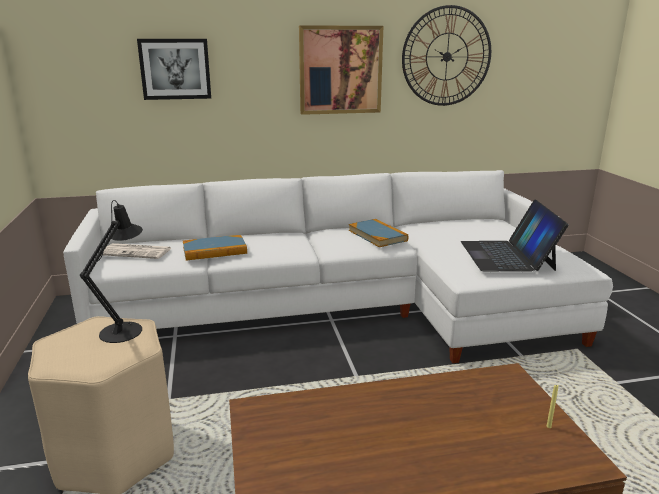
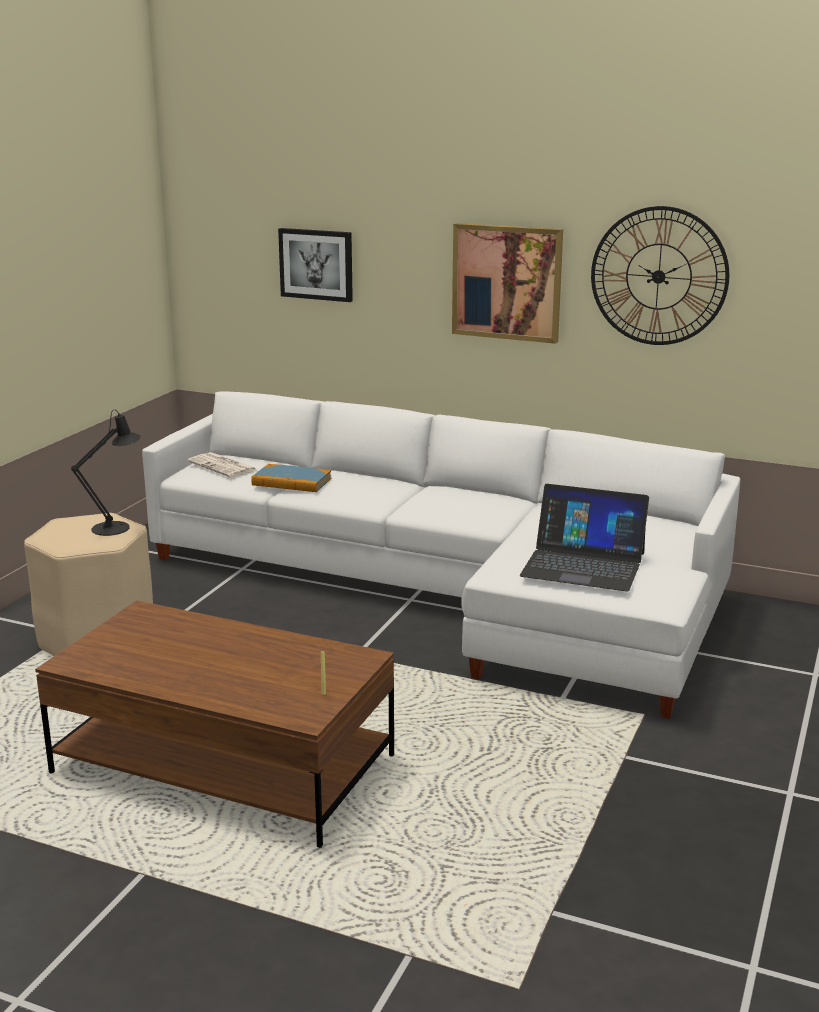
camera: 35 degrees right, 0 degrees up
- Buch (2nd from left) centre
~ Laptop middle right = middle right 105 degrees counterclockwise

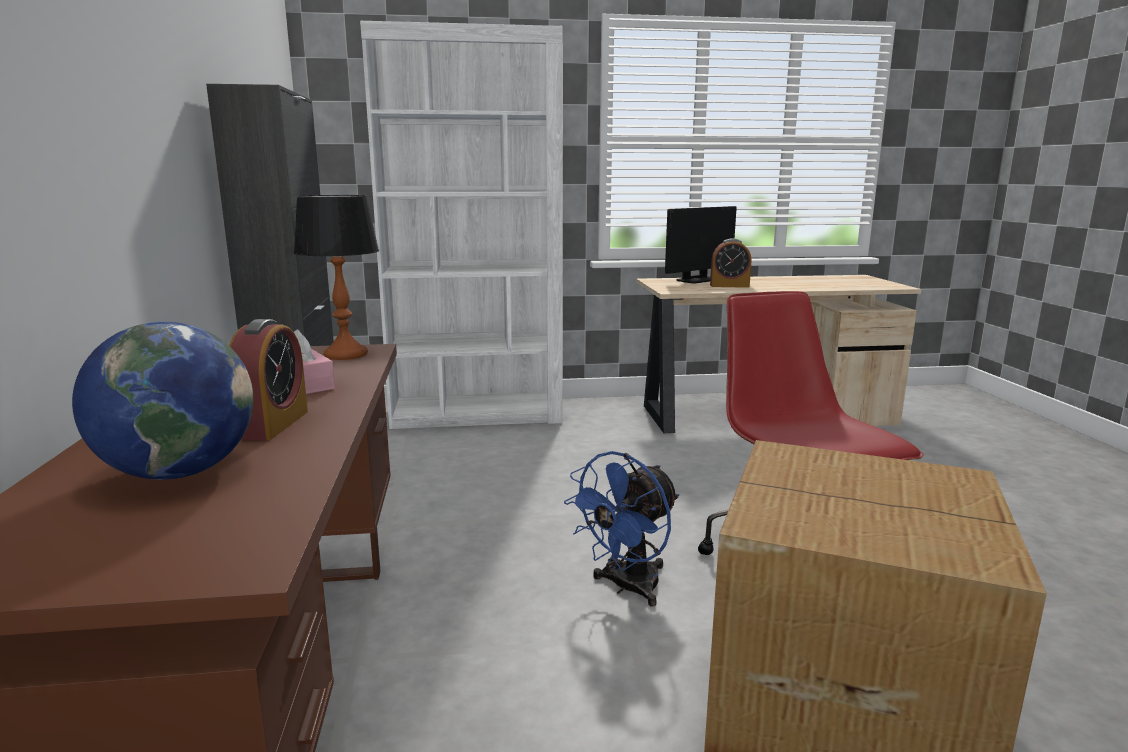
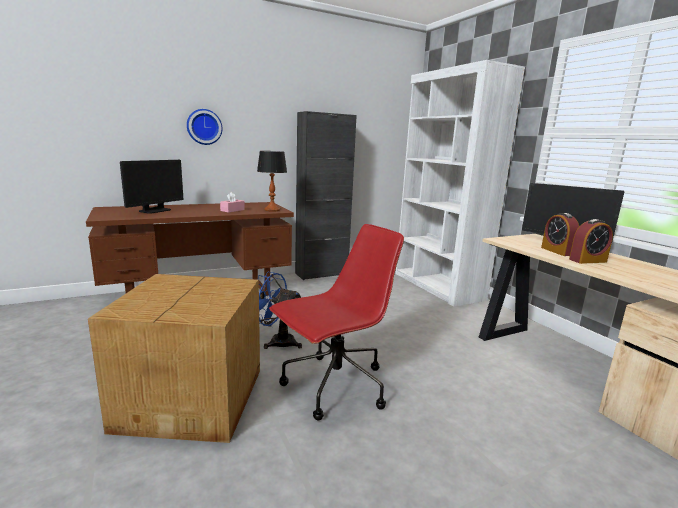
camera: 70 degrees right, 0 degrees up
~ Globus middle left to Monitor (1st from left) middle left
~ Wecker (1st from left in the first image) middle left to Wecker (2nd from left) middle right
+ Wanduhr top left

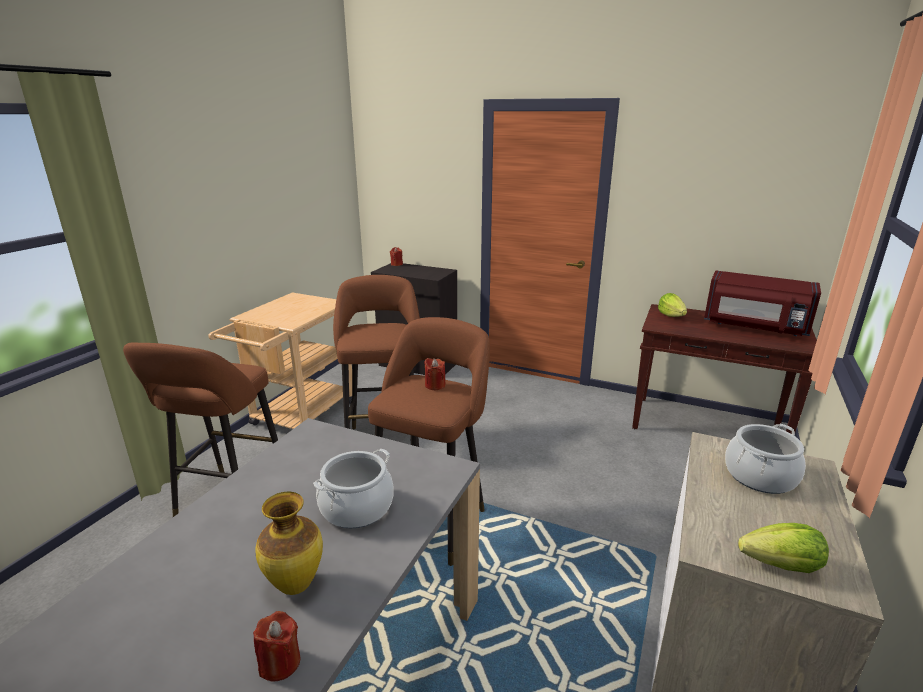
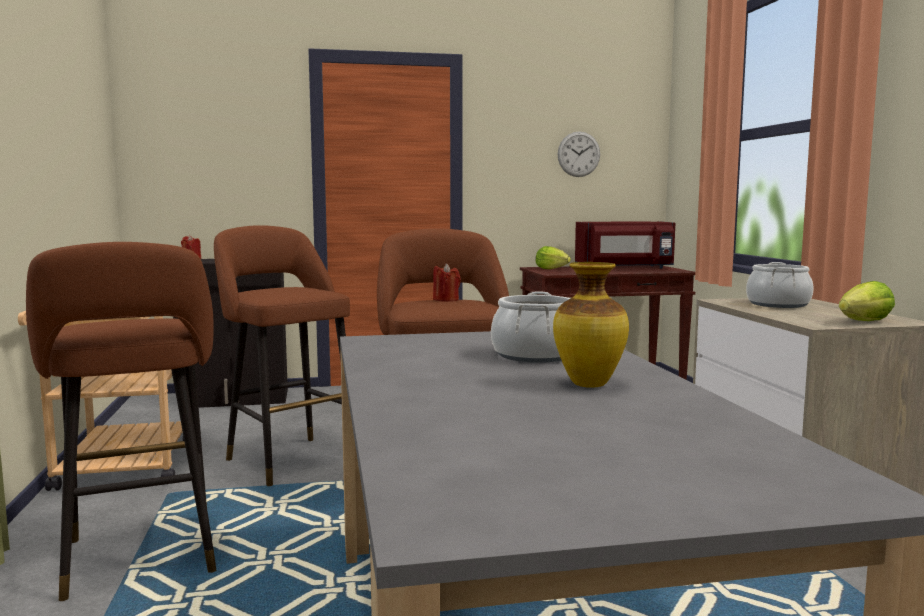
camera: 35 degrees left, 15 degrees down
- Kerze (rot) (1st from left) bottom left
+ Wanduhr top centre

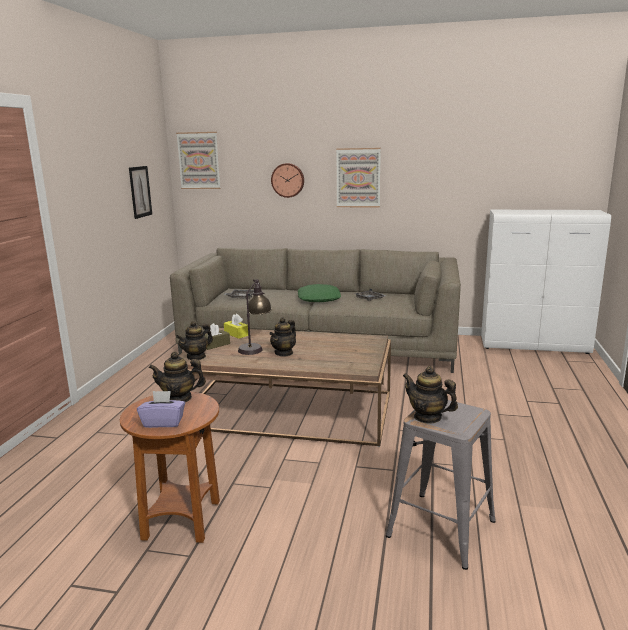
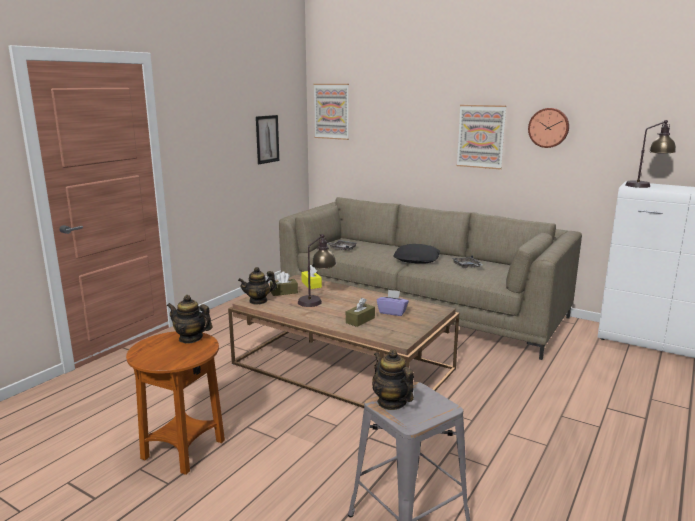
camera: 20 degrees right, 0 degrees up
~ Taschentuchbox (lila) middle left to centre
- Teekanne (3rd from left) centre
~ Wanduhr top centre to top right
~ Kissen (grün) centre to Kissen (schwarz) centre
+ Taschentuchbox (braun) (2nd from left) centre
+ Tischlampe (2nd from left) top right

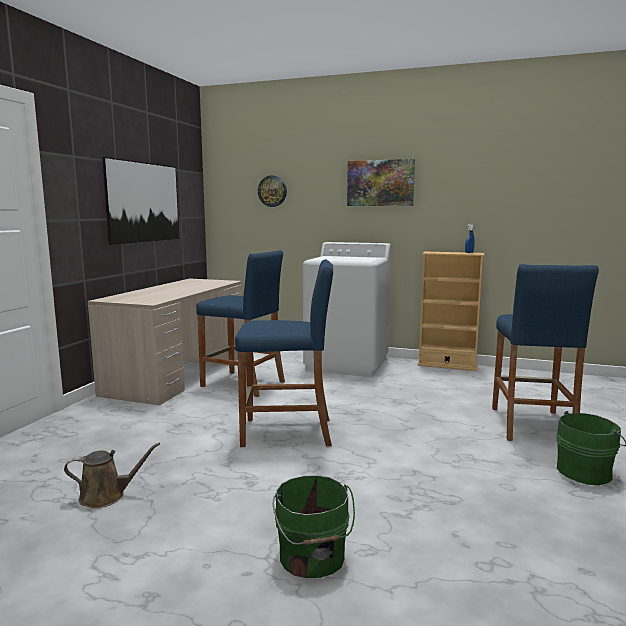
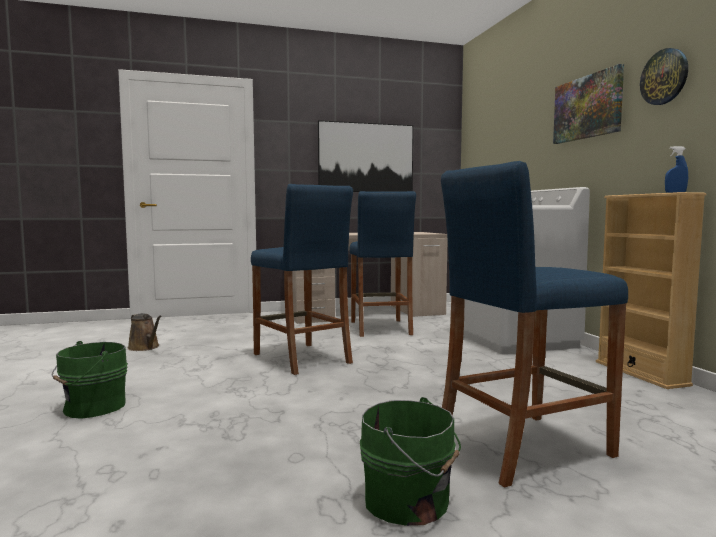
camera: 55 degrees right, 5 degrees down
~ Wanduhr top centre to top right

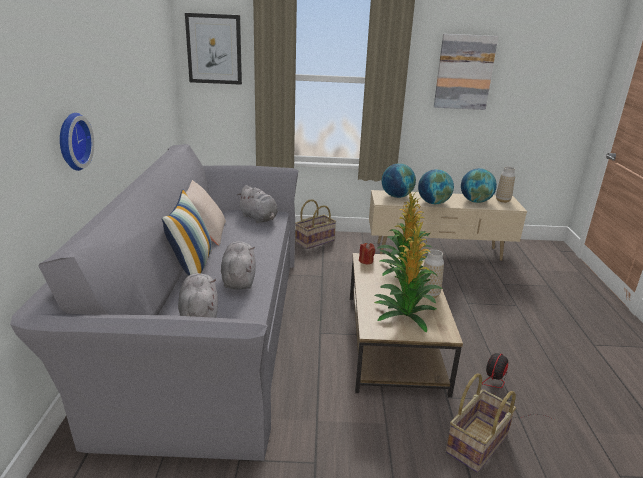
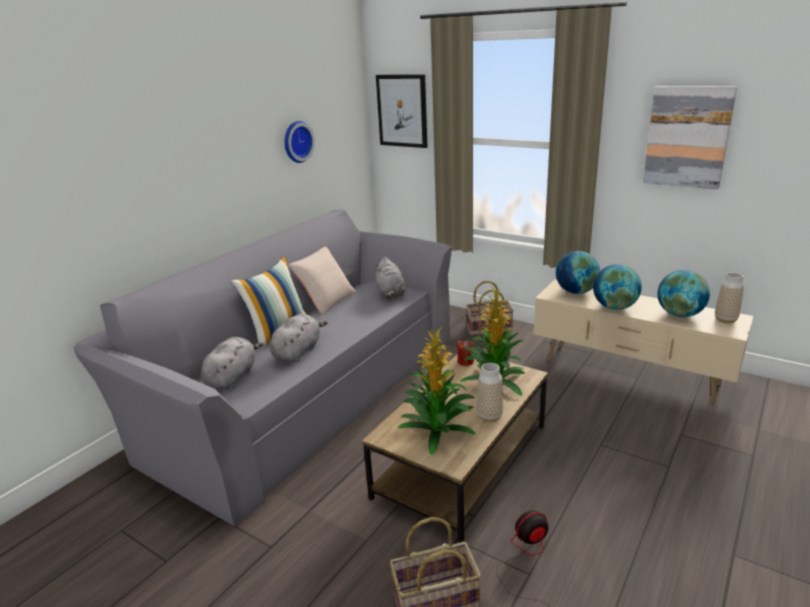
camera: 35 degrees right, 0 degrees up
~ Wanduhr top left to top centre

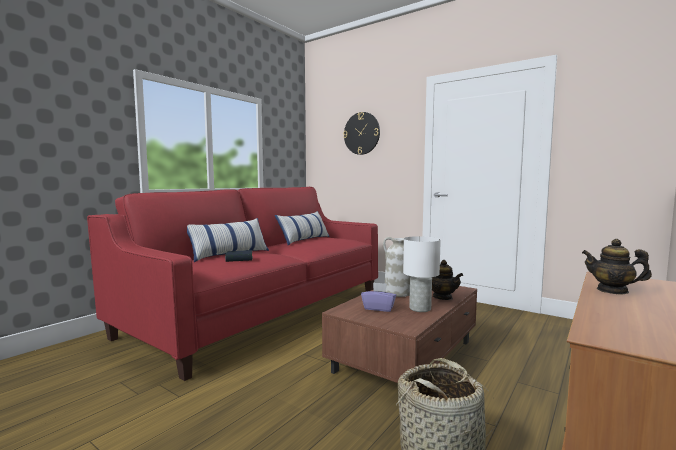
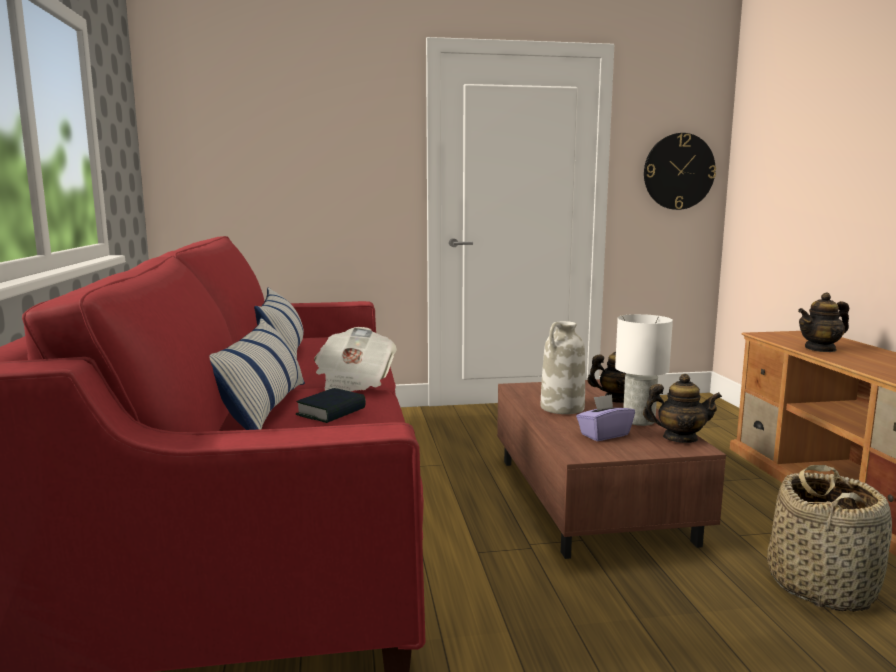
camera: 45 degrees left, 5 degrees up
~ Wanduhr top centre to top right
+ Zeitung centre
+ Teekanne (2nd from left) middle right

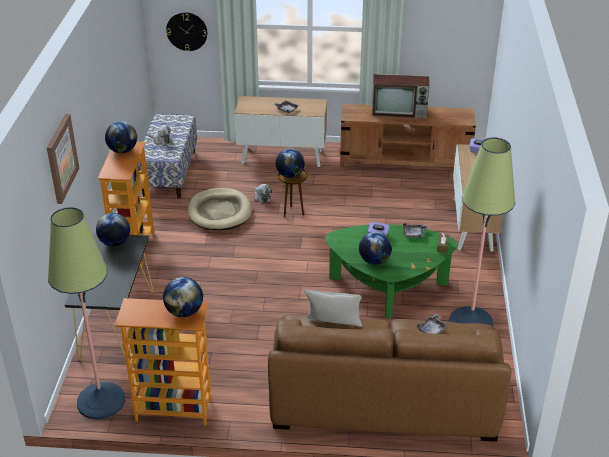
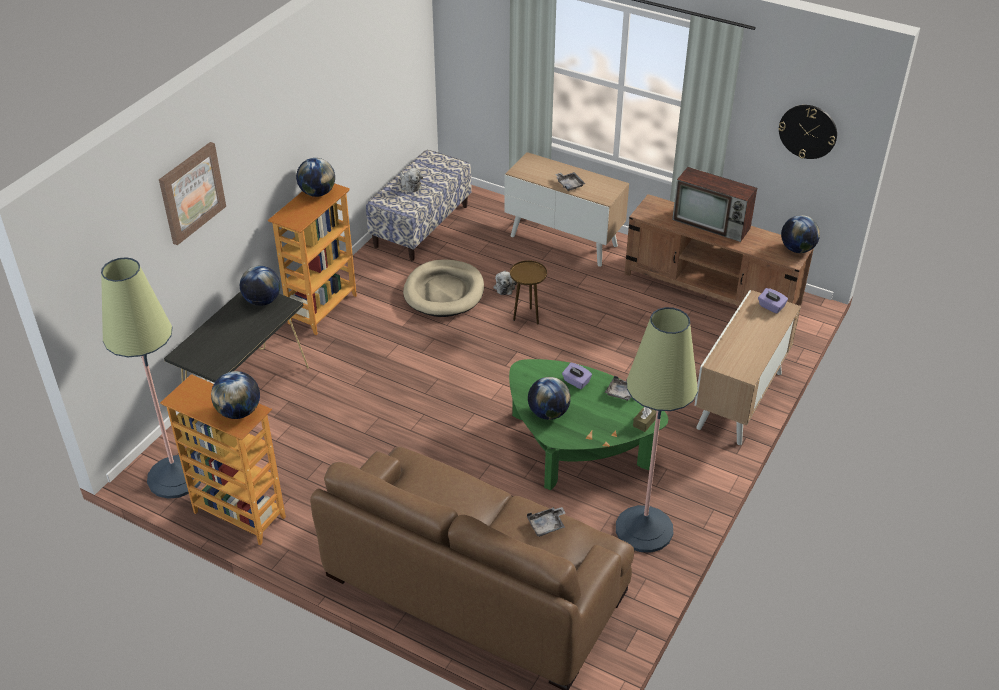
camera: 25 degrees right, 5 degrees up
~ Wanduhr top left to top right
~ Globus (4th from left in the first image) centre to Globus (5th from left) middle right
- Kissen (grau) bottom centre

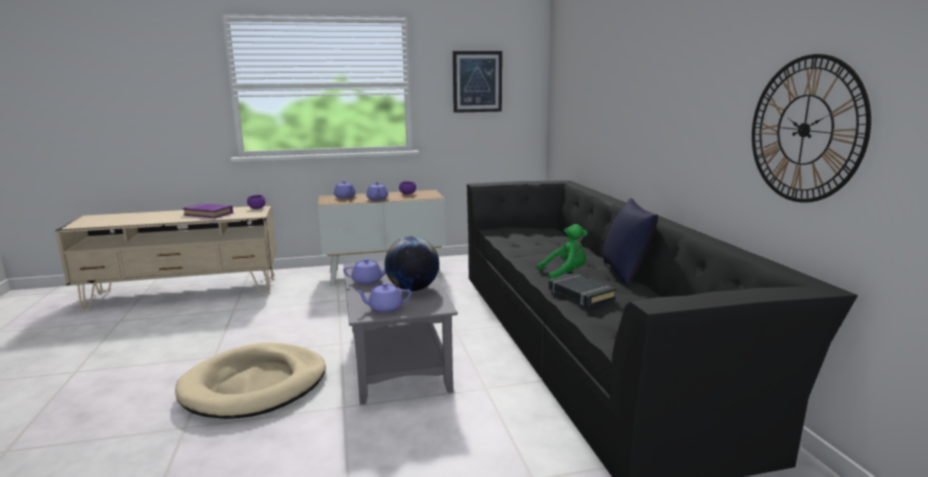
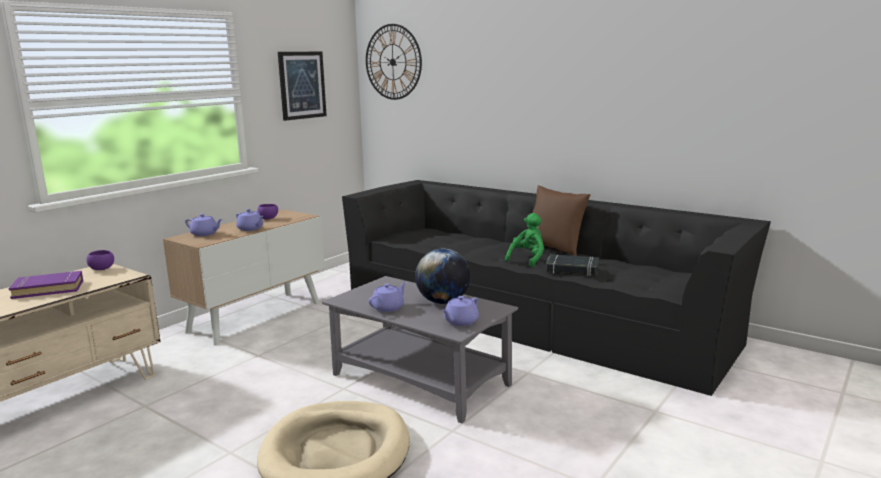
camera: 40 degrees left, 0 degrees up
~ Kissen (blau) middle right to Kissen (braun) centre
~ Wanduhr top right to top centre

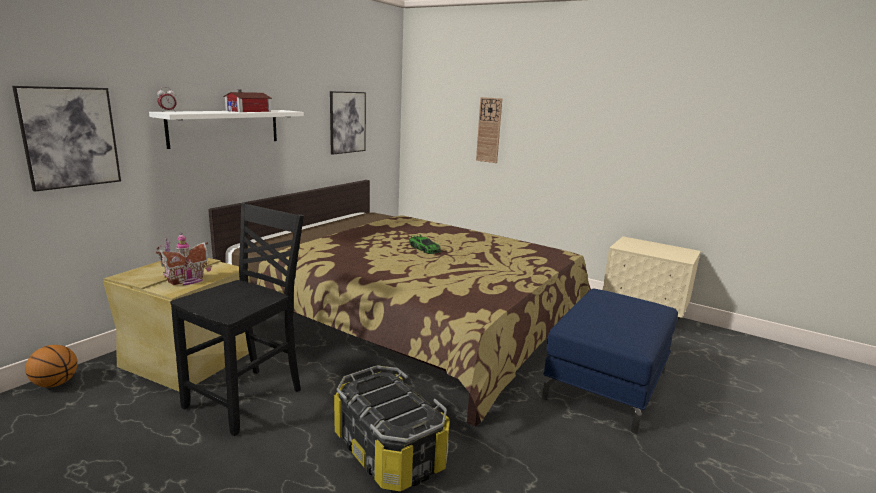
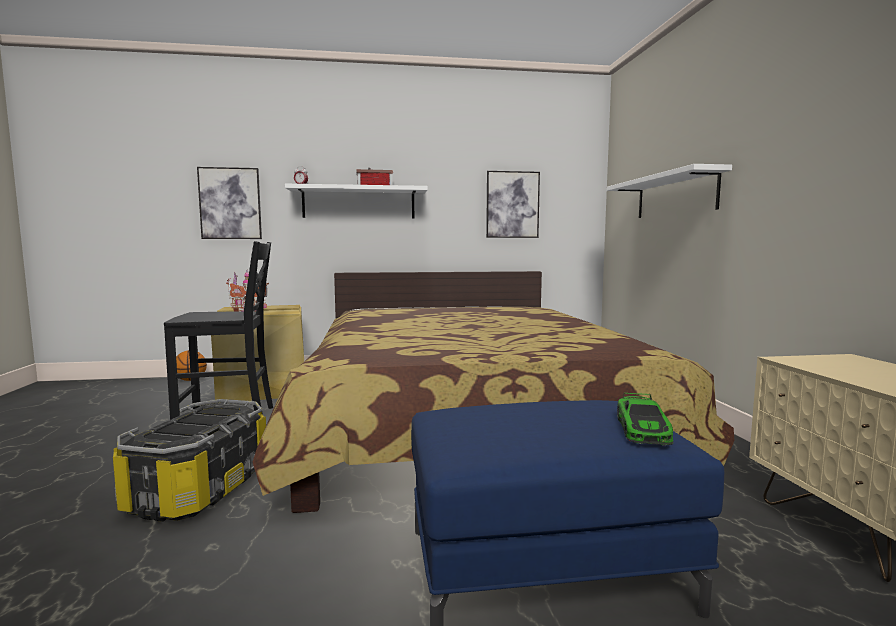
camera: 50 degrees right, 10 degrees down
~ Spielzeugauto centre to bottom right
~ Wanduhr top centre to Wandregal (weiß) (2nd from left) top right

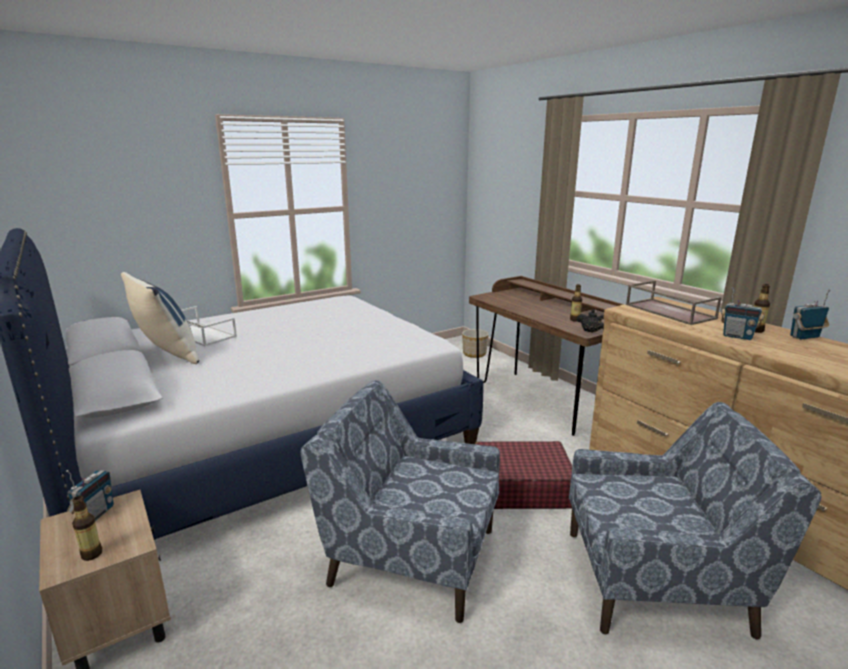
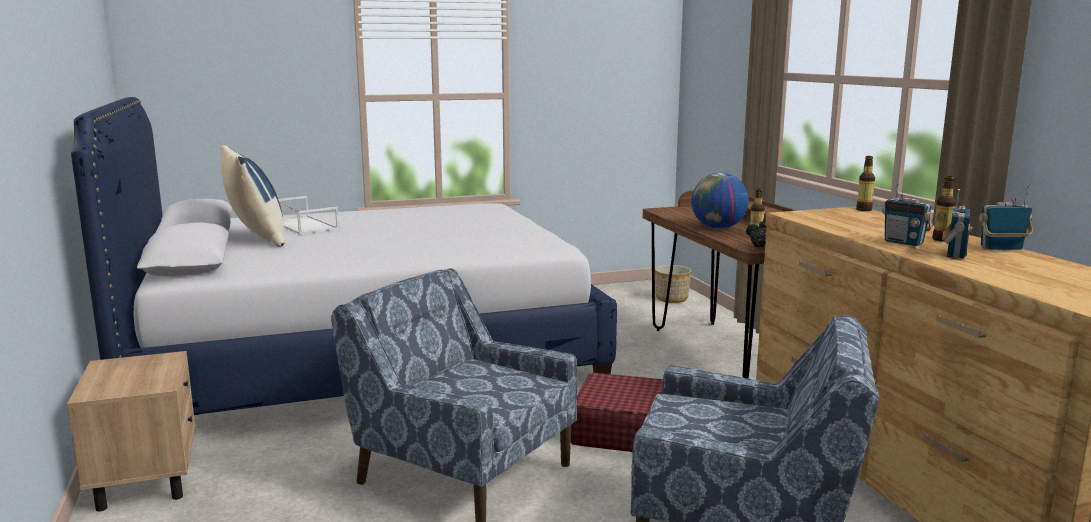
camera: 15 degrees right, 5 degrees down
~ Radio (1st from left in the first image) bottom left to Radio (2nd from left) middle right
~ Flasche (1st from left in the first image) bottom left to Flasche (2nd from left) middle right
- Tablett (braun) middle right
+ Globus centre

